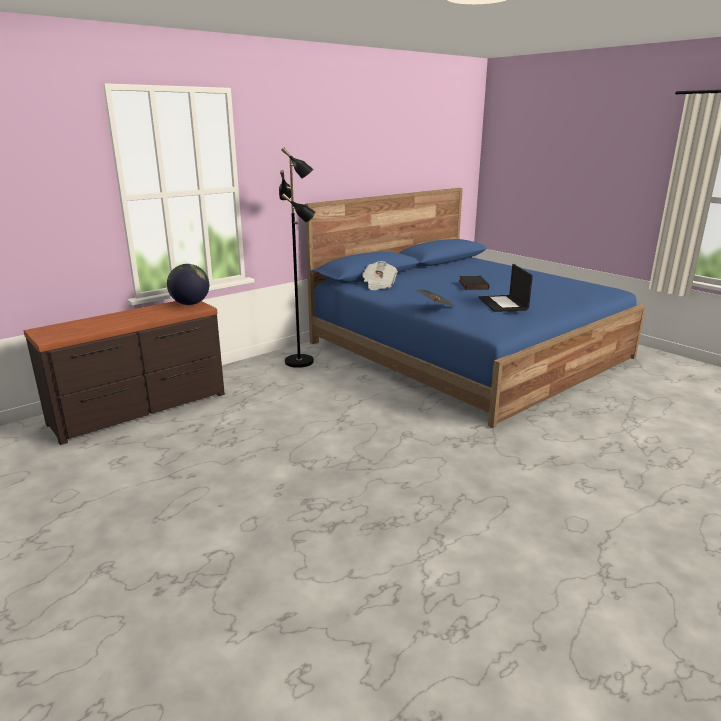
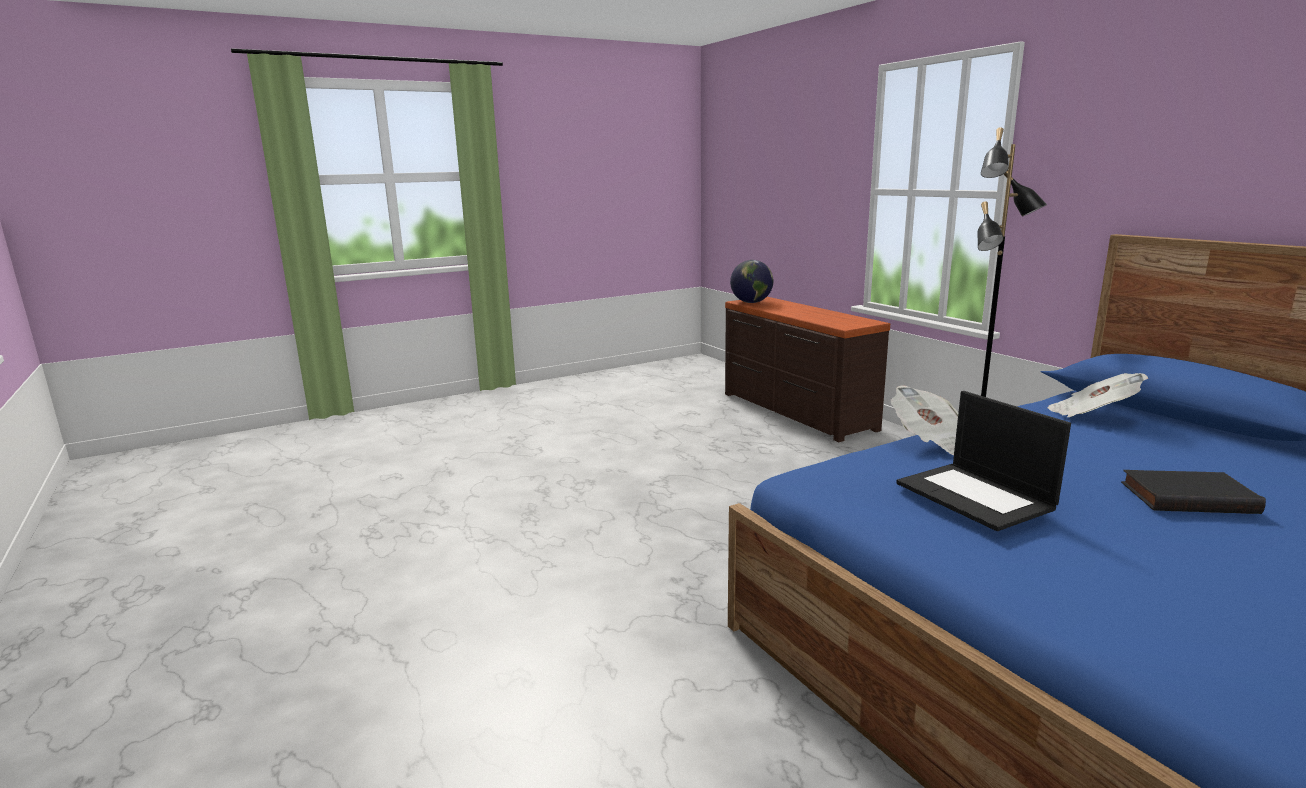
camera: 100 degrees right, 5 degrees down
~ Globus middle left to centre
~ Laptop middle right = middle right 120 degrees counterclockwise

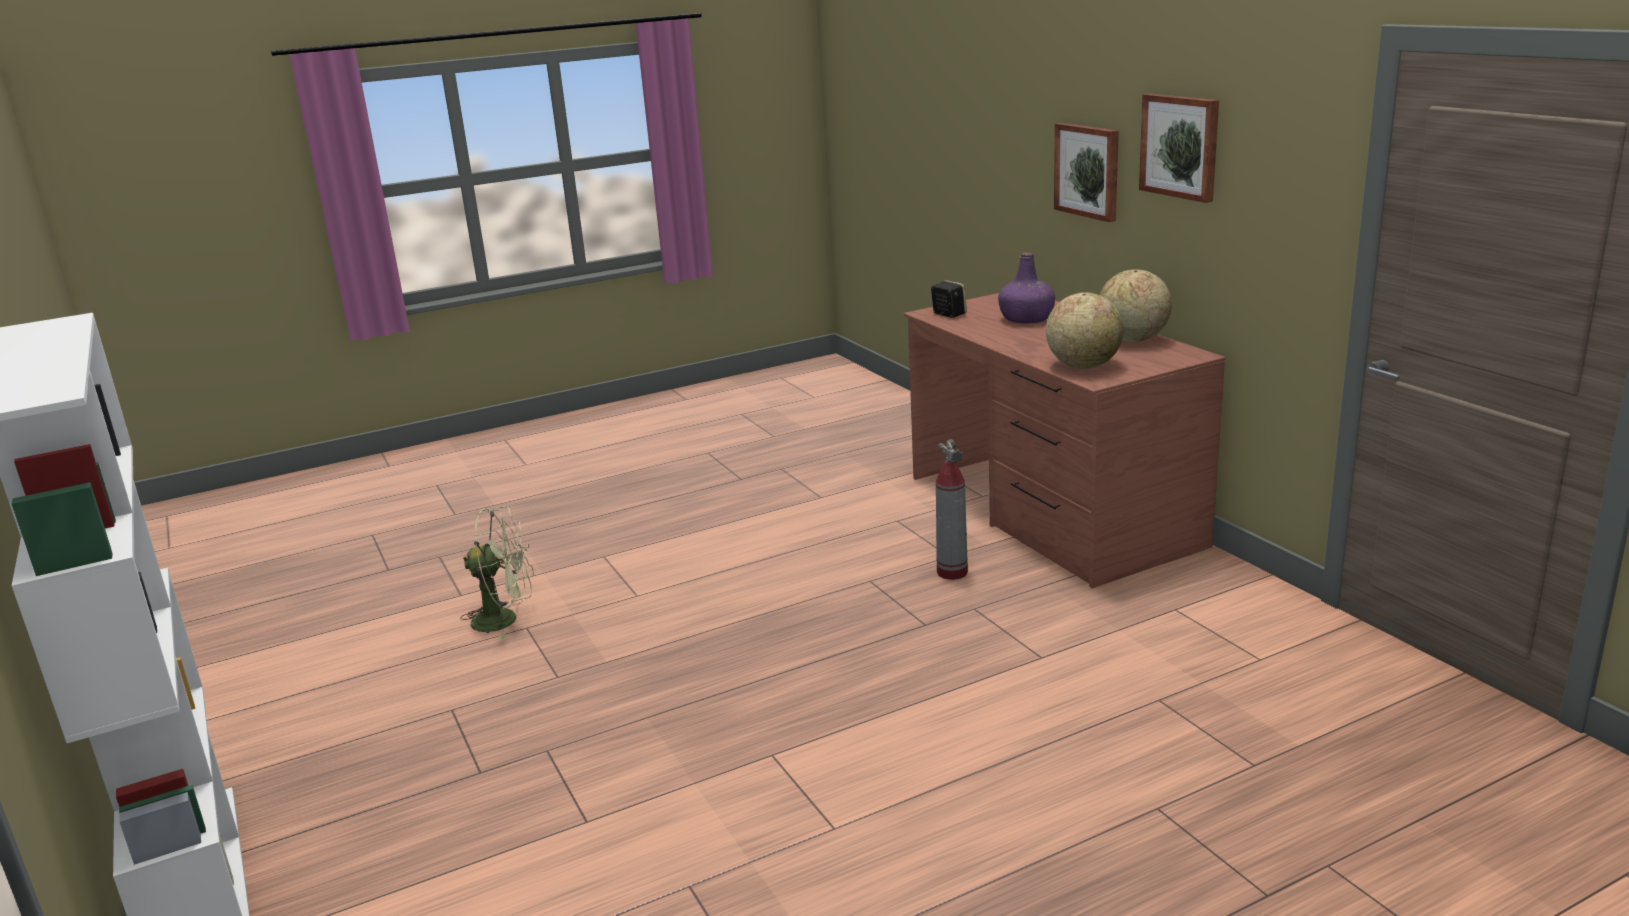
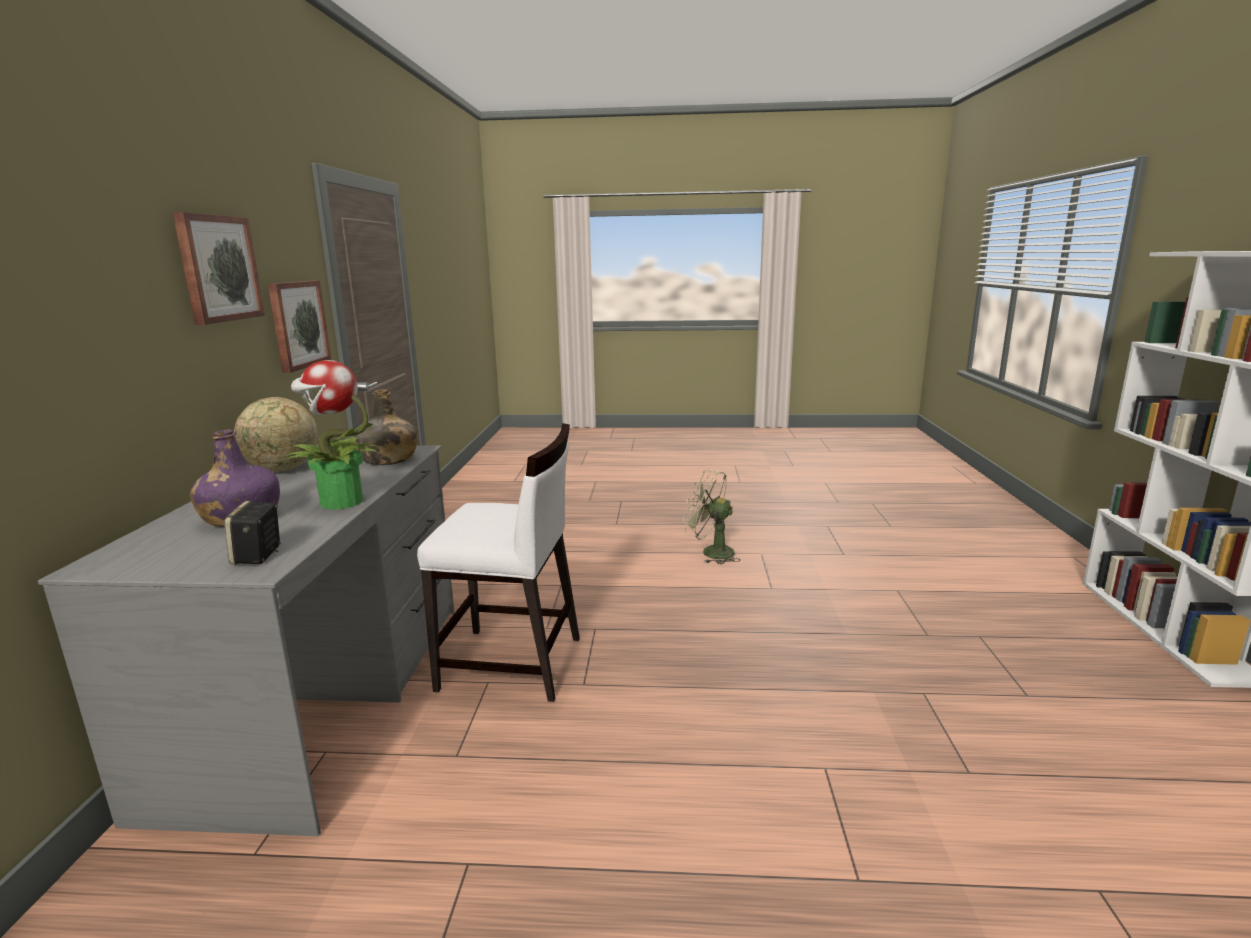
camera: 150 degrees left, 5 degrees down
~ Ventilator (grün) middle left to centre
~ Schreibtisch (braun) centre to Schreibtisch (grau) bottom left
~ Feuerlöscher centre to Stuhl (weiß) centre
~ Globus (1st from left) centre to Flasche (grün) middle left
~ Bild (1st from left in the first image) top right to Bild (2nd from left) middle left
+ Topfpflanze middle left

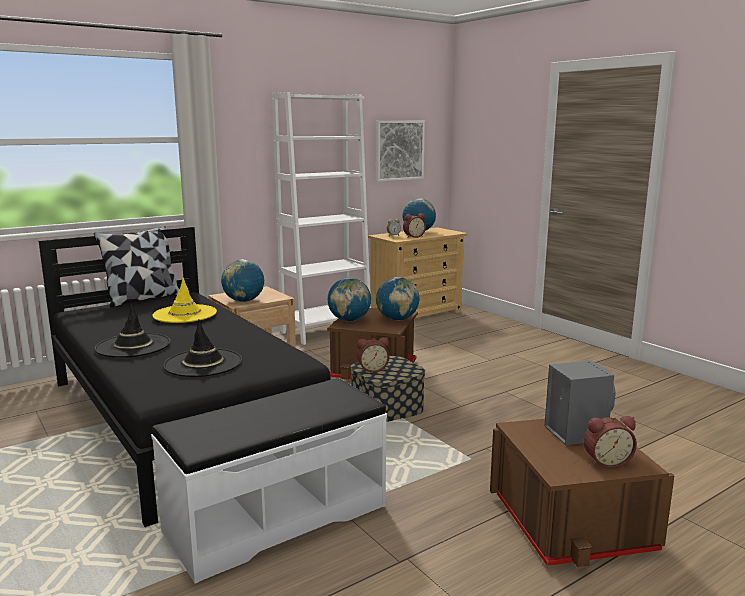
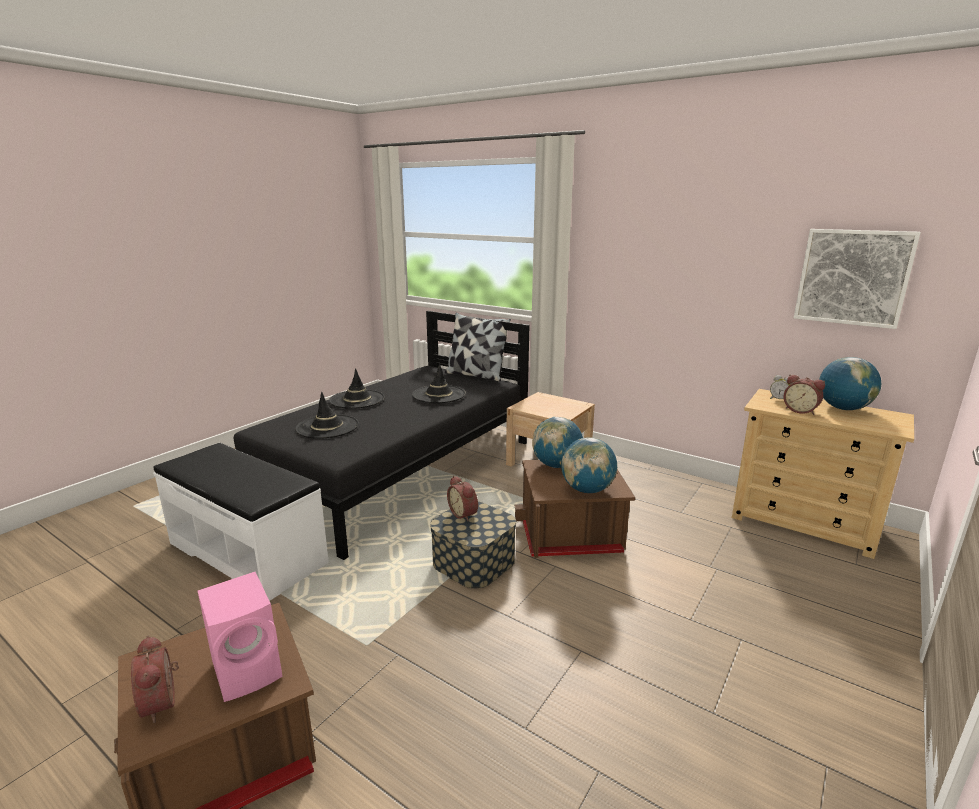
camera: 70 degrees right, 5 degrees up
~ Hut (gelb) middle left to Hut (schwarz) (3rd from left) centre
- Globus (1st from left) middle left
- Bücherregal (weiß) centre
~ Lautsprecher (grau) bottom right to Lautsprecher (rosa) bottom left

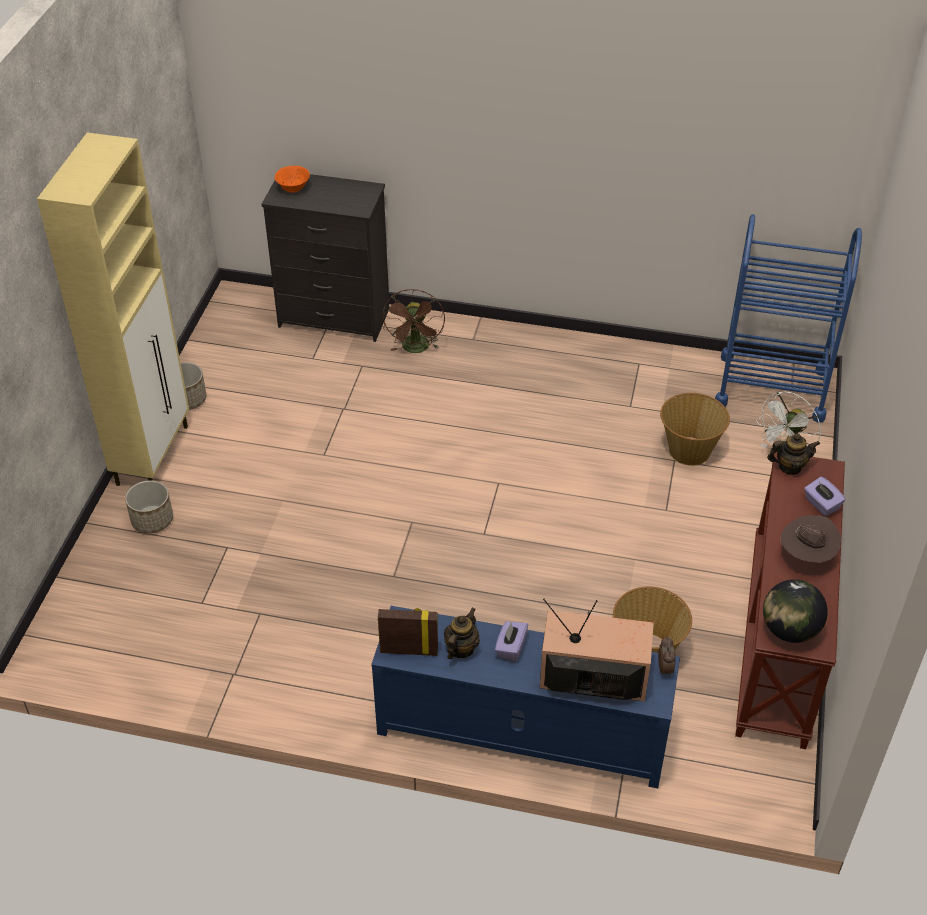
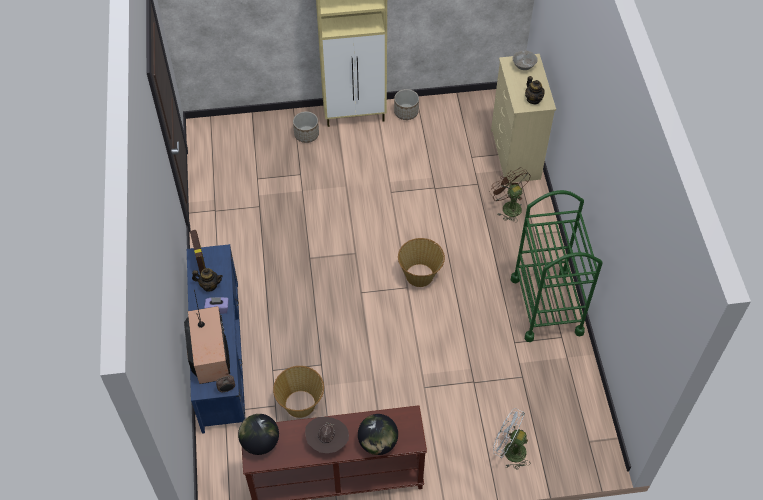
camera: 70 degrees right, 10 degrees up
~ Kommode (schwarz) top centre to Kommode (beige) top right
~ Schüssel (orange) top left to Schüssel (grau) top right
~ Ventilator (braun) centre = middle right 75 degrees clockwise
~ Korb (2nd from left) middle right to centre
- Rollwagen (blau) middle right
~ Teekanne (2nd from left) middle right to top right
~ Taschentuchbox (lila) (2nd from left) middle right to Globus (2nd from left) bottom centre
+ Rollwagen (grün) middle right

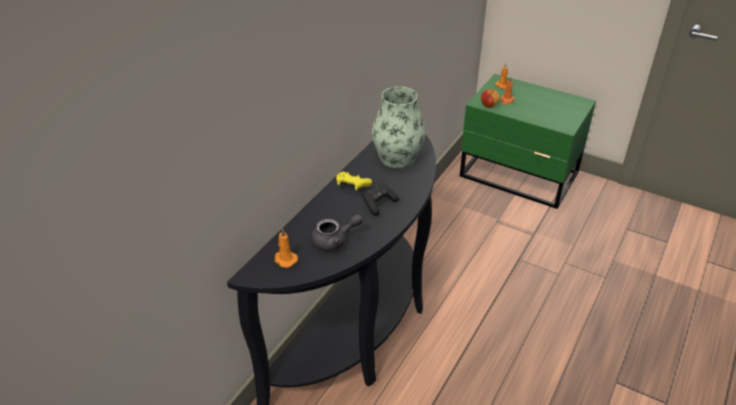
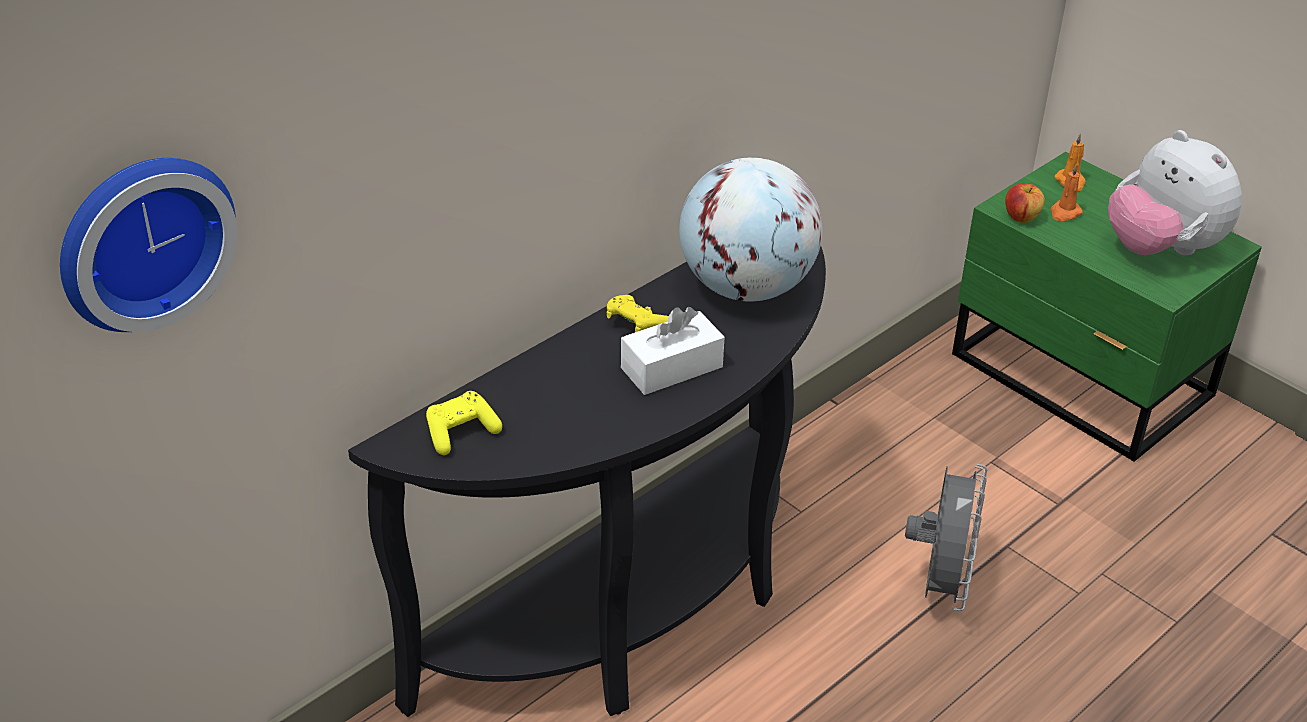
camera: 15 degrees right, 0 degrees up
~ Kerze (orange) (1st from left) centre to Gamepad (gelb) (1st from left) centre
- Teekanne (grau) centre
~ Gamepad (schwarz) centre to Taschentuchbox (weiß) centre
~ Vase top centre to Globus top centre
+ Wanduhr middle left
+ Ventilator (grau) bottom right
+ Plüschtier top right

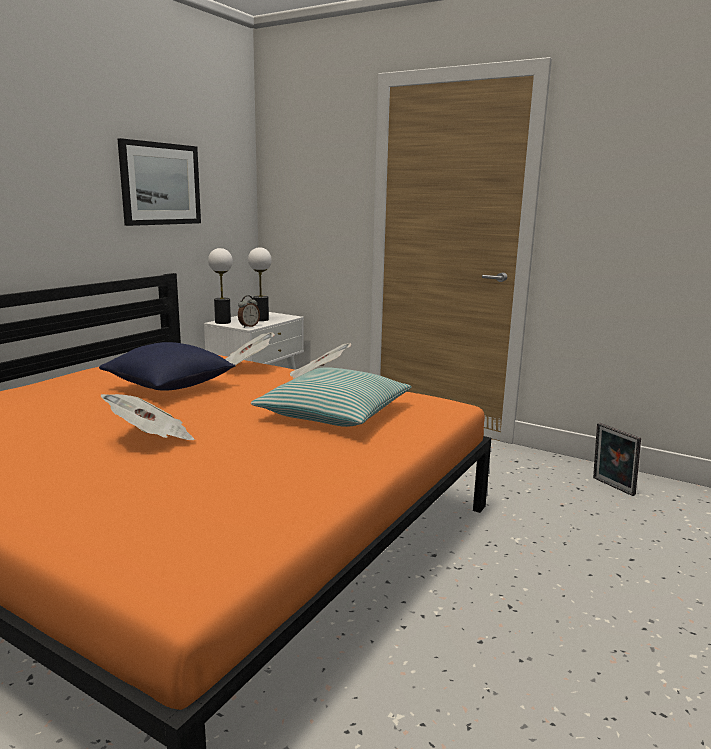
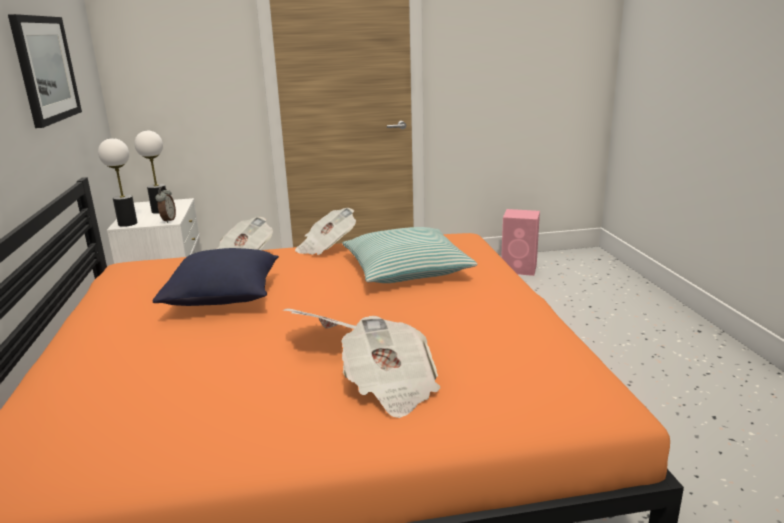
camera: 40 degrees left, 5 degrees up
~ Bilderrahmen middle right to Lautsprecher (rosa) centre
+ Zeitung (4th from left) bottom centre

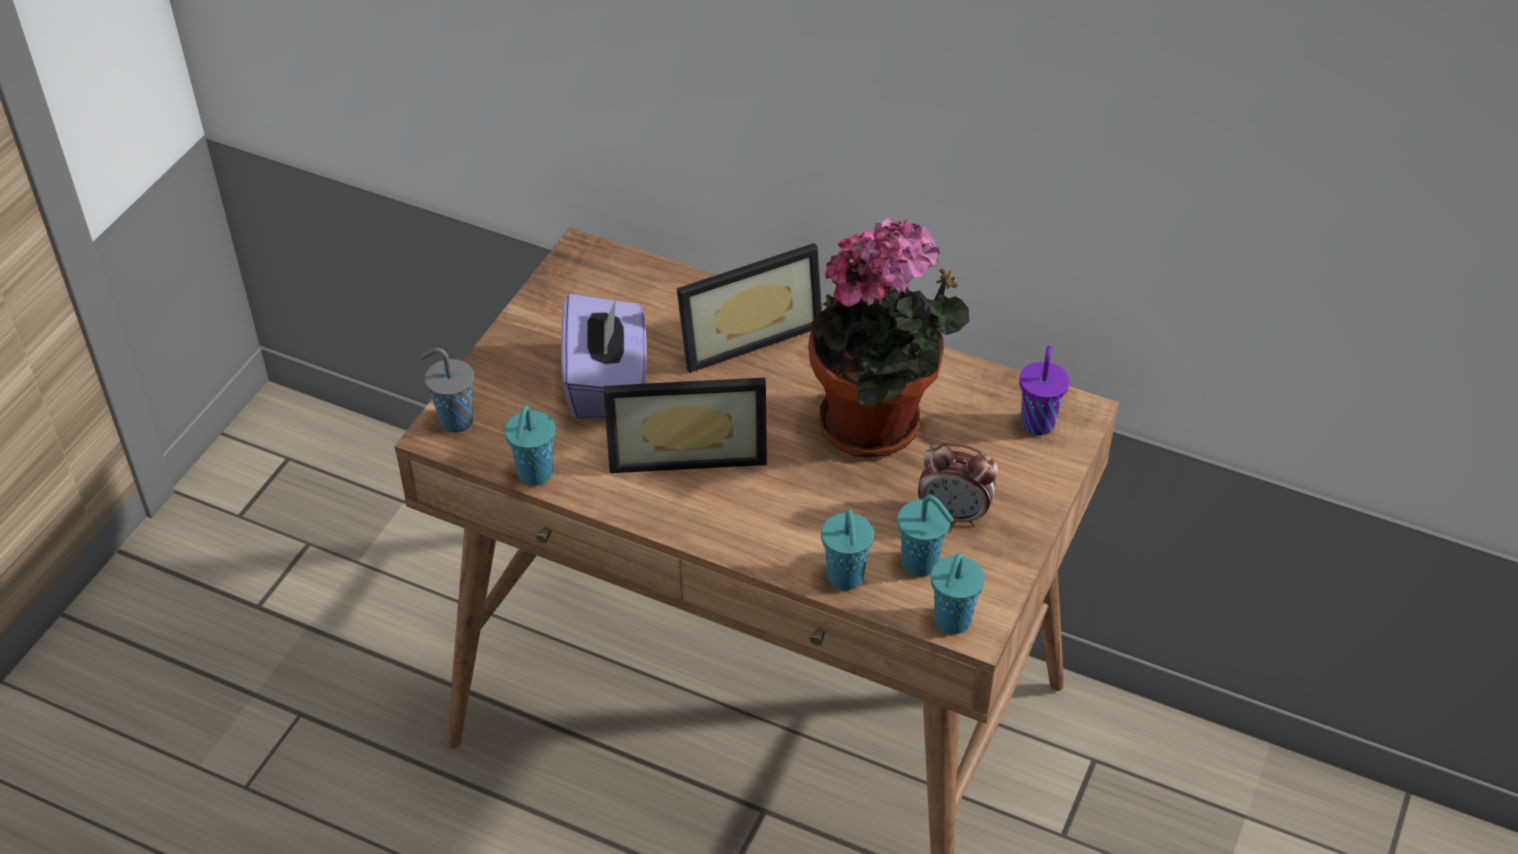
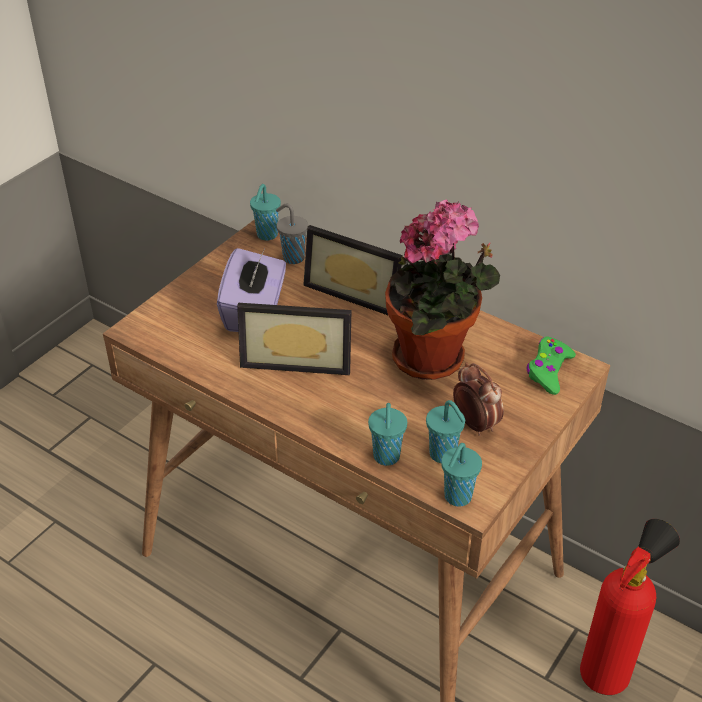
camera: 10 degrees right, 5 degrees down
~ Tasse (grau) middle left to centre
~ Tasse (türkis) (1st from left) centre to top centre
~ Bilderrahmen (2nd from left) centre = centre 45 degrees clockwise
~ Wecker centre = middle right 150 degrees counterclockwise
~ Tasse (lila) middle right to Gamepad (grün) middle right
+ Feuerlöscher bottom right

